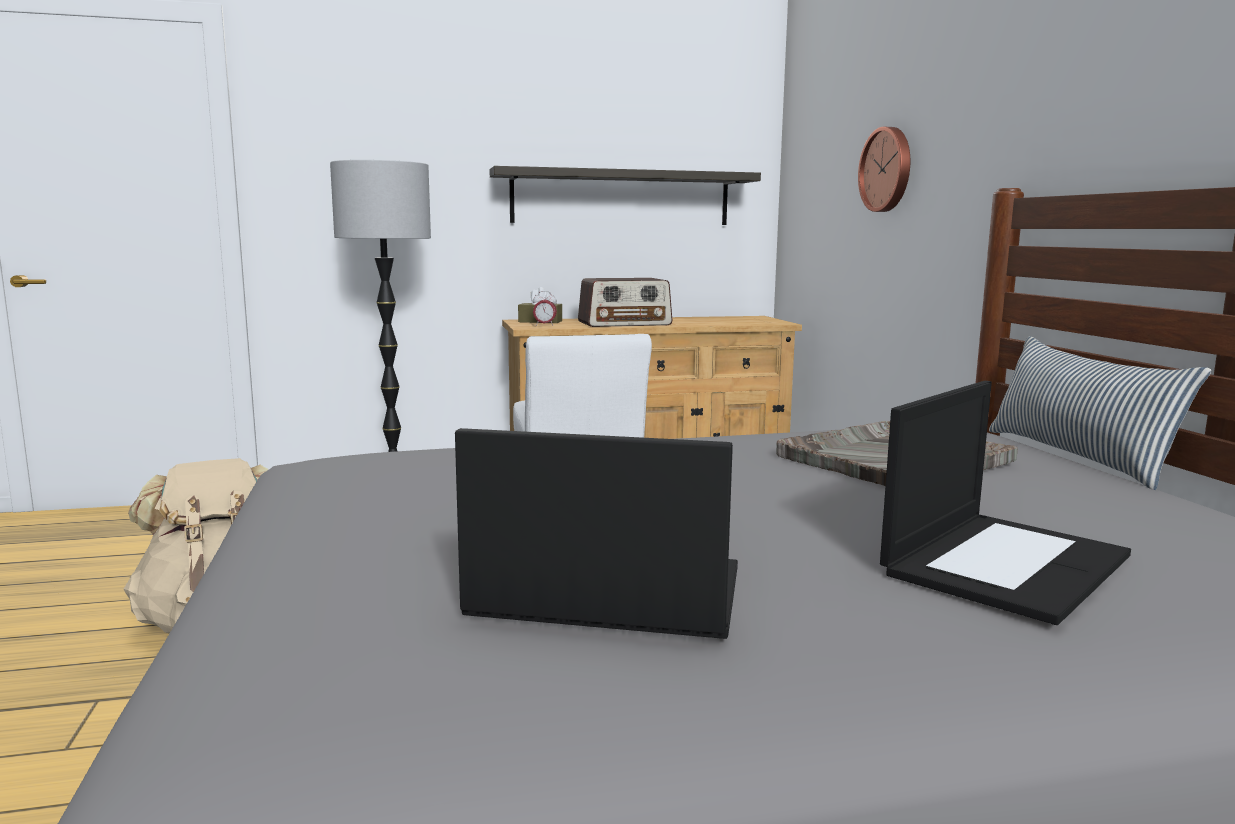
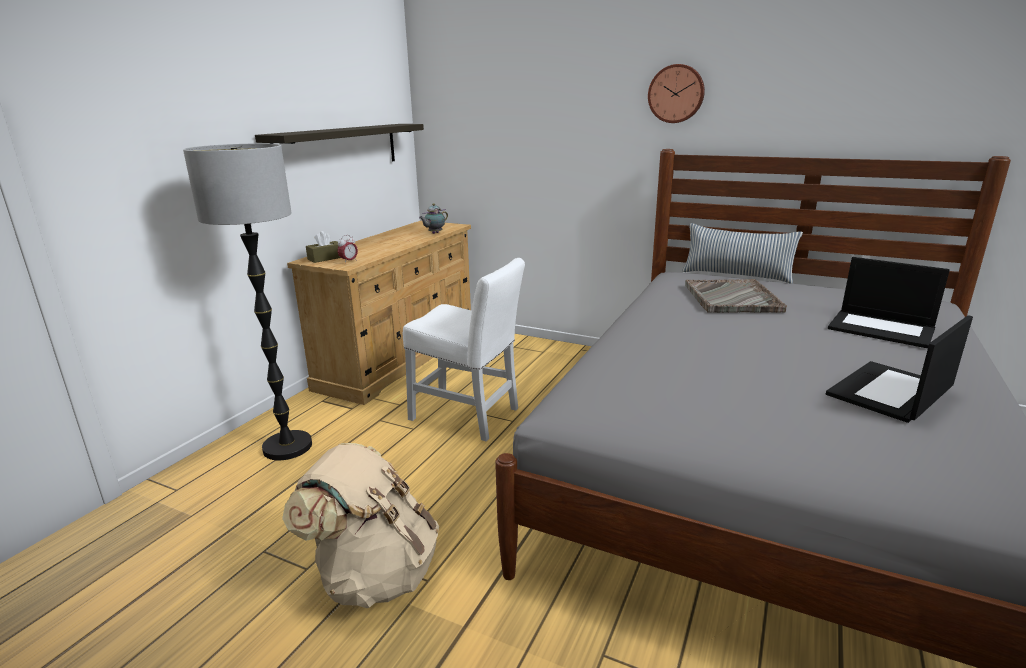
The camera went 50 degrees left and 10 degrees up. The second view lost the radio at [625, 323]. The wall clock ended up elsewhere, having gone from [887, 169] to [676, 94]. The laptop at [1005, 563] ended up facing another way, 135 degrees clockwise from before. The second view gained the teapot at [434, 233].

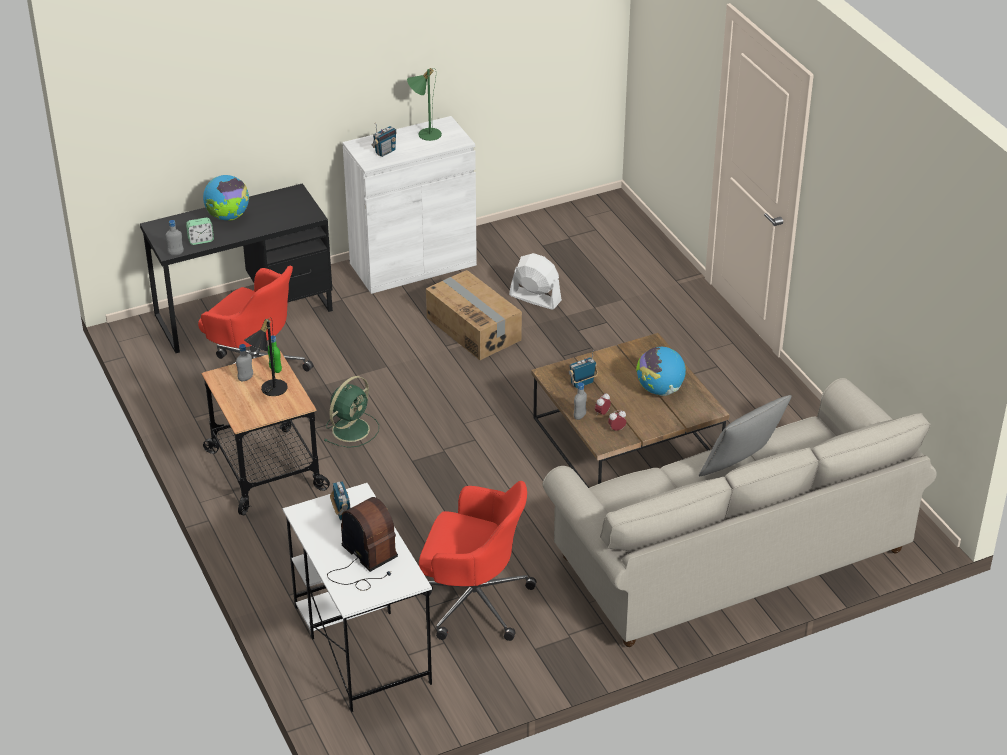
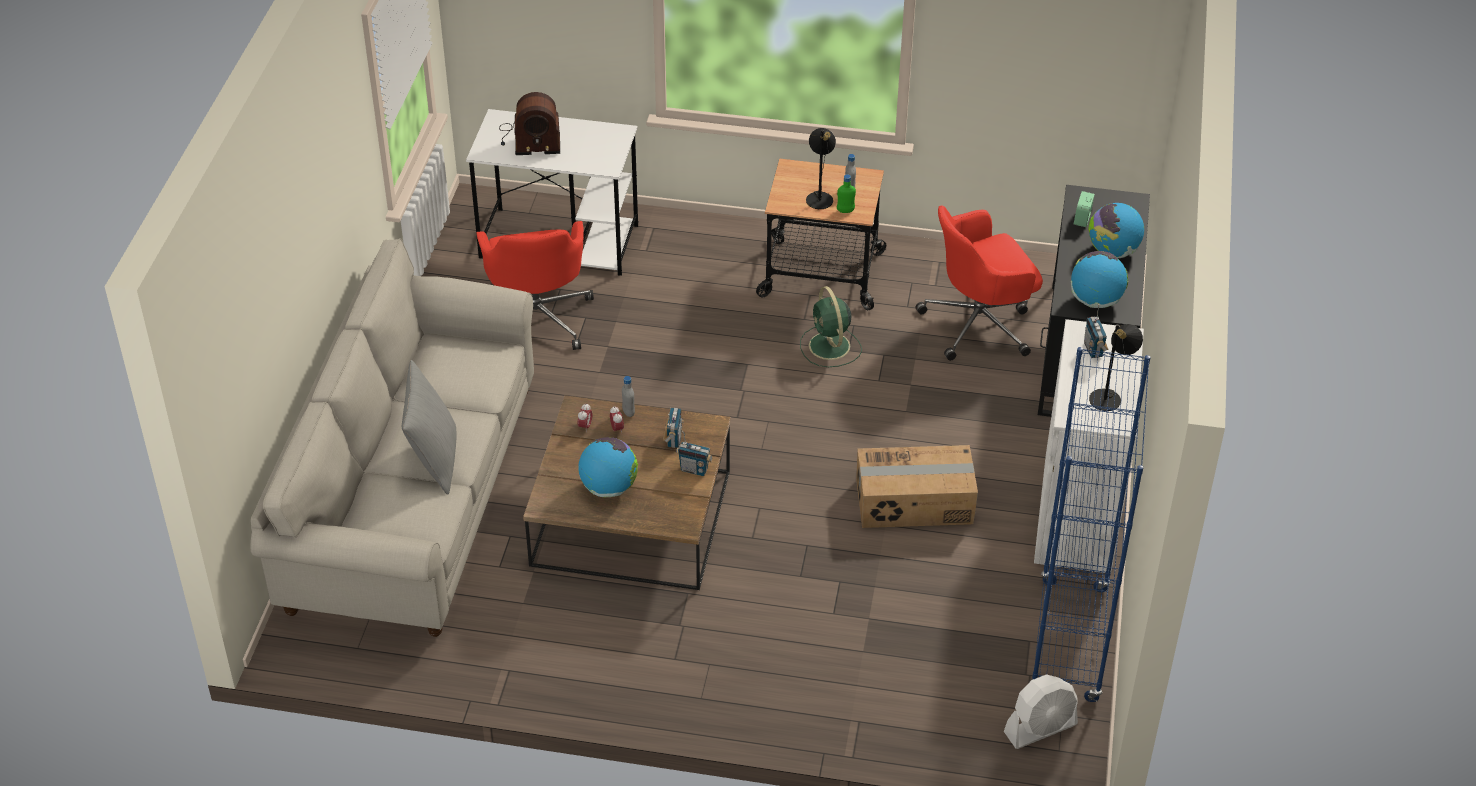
The camera went 125 degrees right and 5 degrees up. The second view lost the grey bottle at [176, 253]. The radio ended up elsewhere, having gone from [341, 512] to [694, 469]. What was the green table lamp at [425, 133] turned into the black table lamp at [1109, 397]. The red office chair at [473, 601] ended up facing another way, 60 degrees counterclockwise from before. The white fan ended up elsewhere, having gone from [535, 298] to [1040, 728]. The second view gained the blue bookcase at [1069, 641]. The second view gained the globe at [1096, 301].

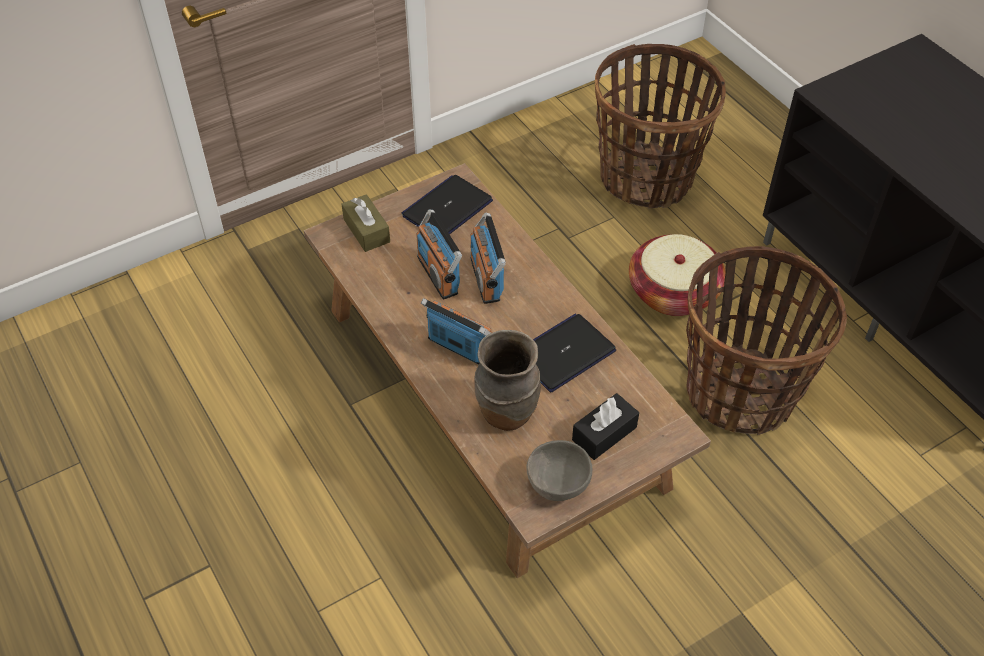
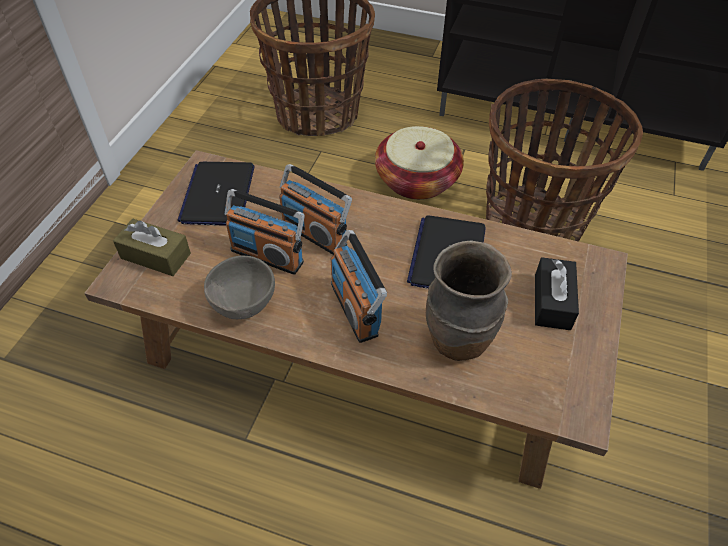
The camera went 40 degrees left and 0 degrees up. The radio at [459, 348] ended up facing another way, 105 degrees counterclockwise from before. The grey bowl ended up elsewhere, having gone from [557, 484] to [242, 303].

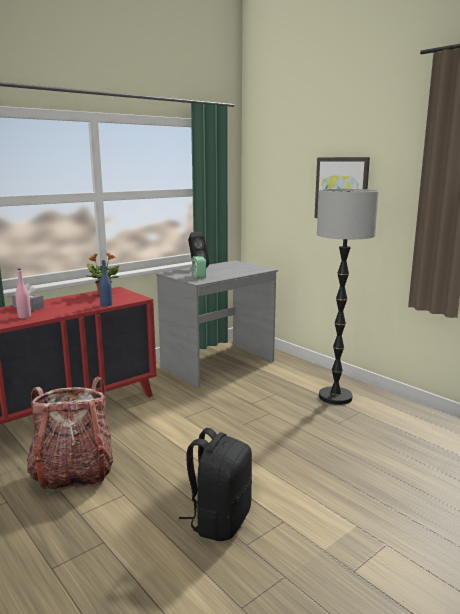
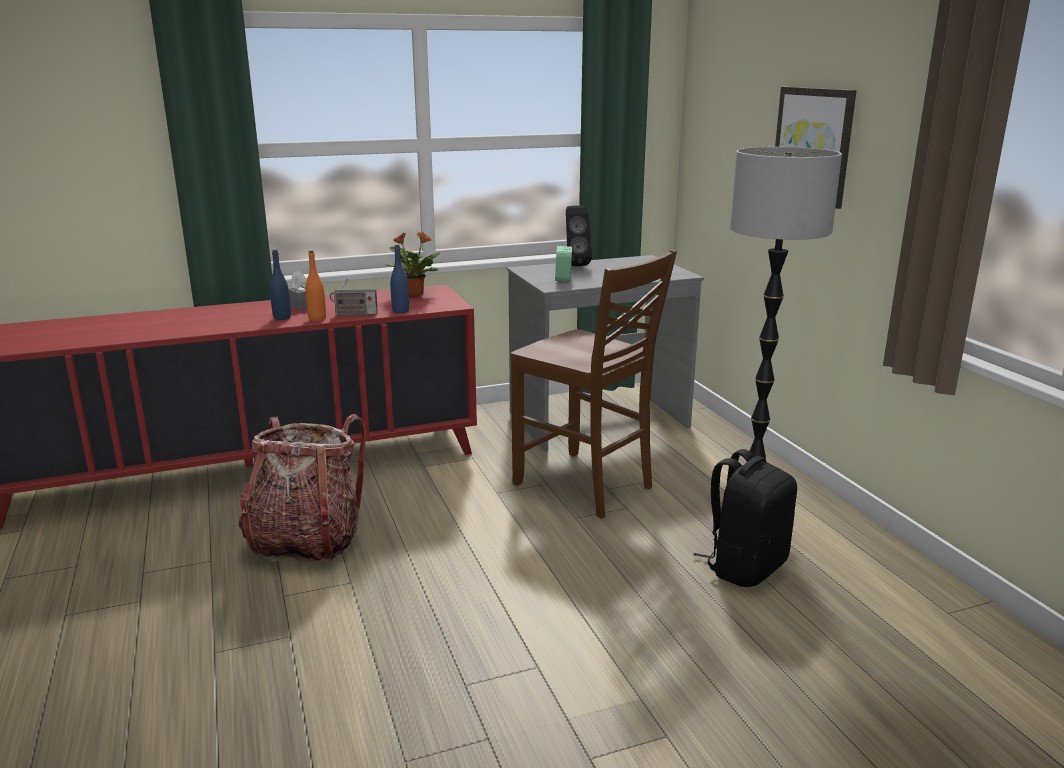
The camera went 20 degrees right and 5 degrees up. What was the pink bottle at [24, 317] turned into the blue bottle at [282, 318]. The black backpack ended up elsewhere, having gone from [219, 520] to [745, 567]. The second view gained the orange bottle at [317, 319]. The second view gained the radio at [354, 314]. The second view gained the brown chair at [585, 486].

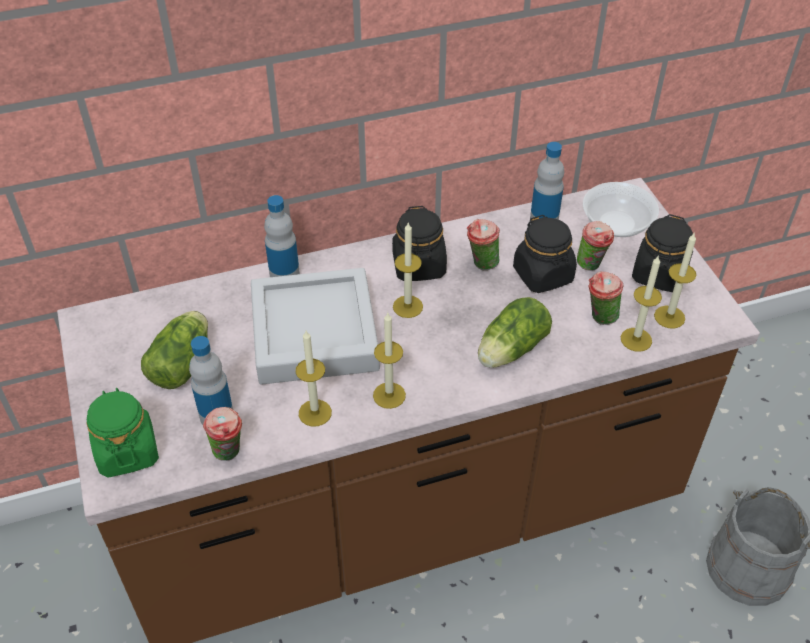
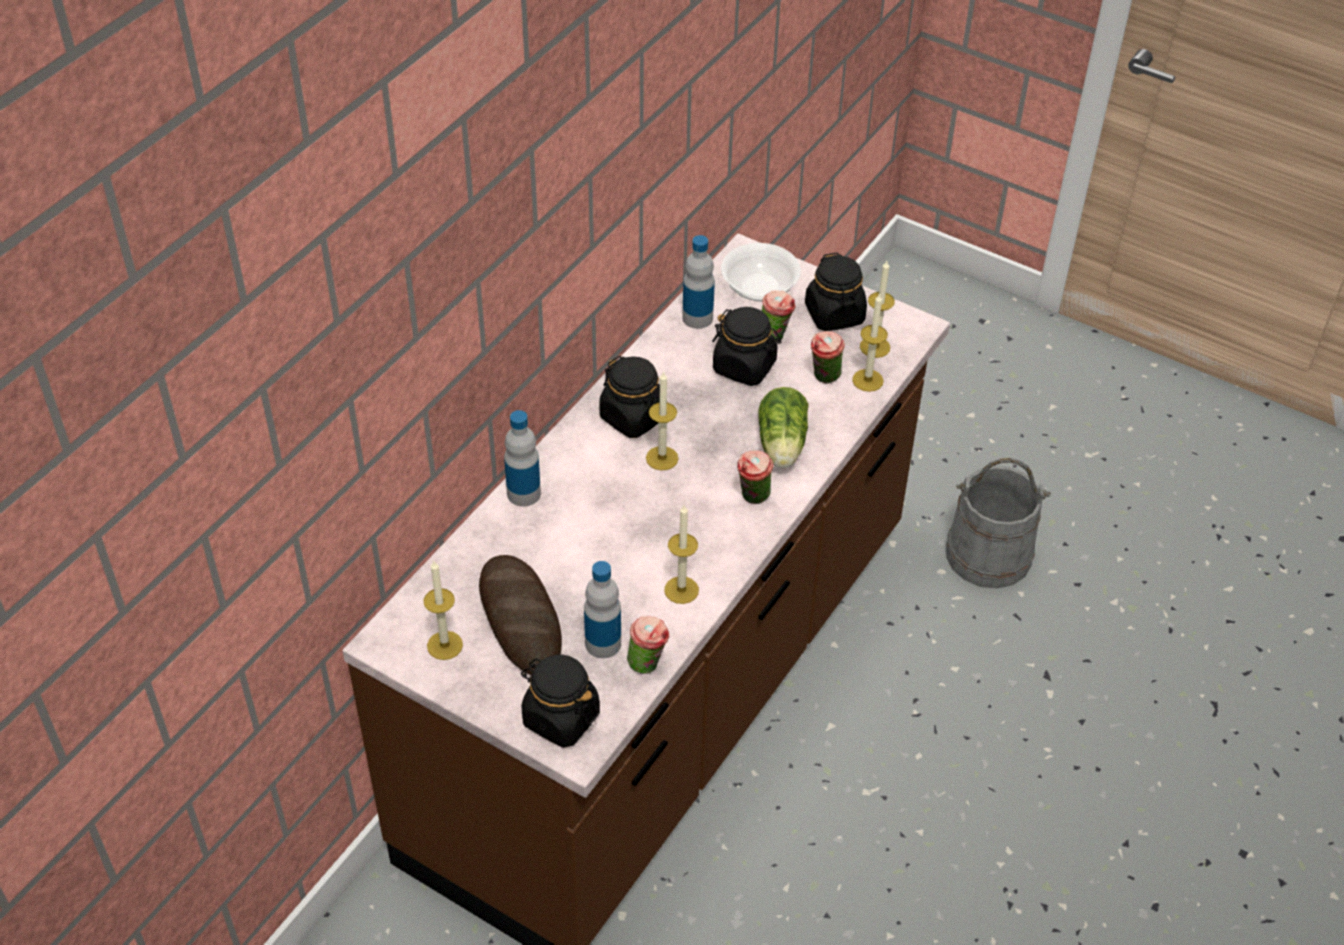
The camera went 40 degrees left and 0 degrees up. What was the green jar at [127, 451] turned into the black jar at [560, 718]. Where the lettuce stood at [183, 361], the bread came to stand at [520, 619]. The second view lost the grey tray at [314, 333]. The candle ended up elsewhere, having gone from [389, 395] to [445, 645]. The cup ended up elsewhere, having gone from [481, 264] to [753, 498].

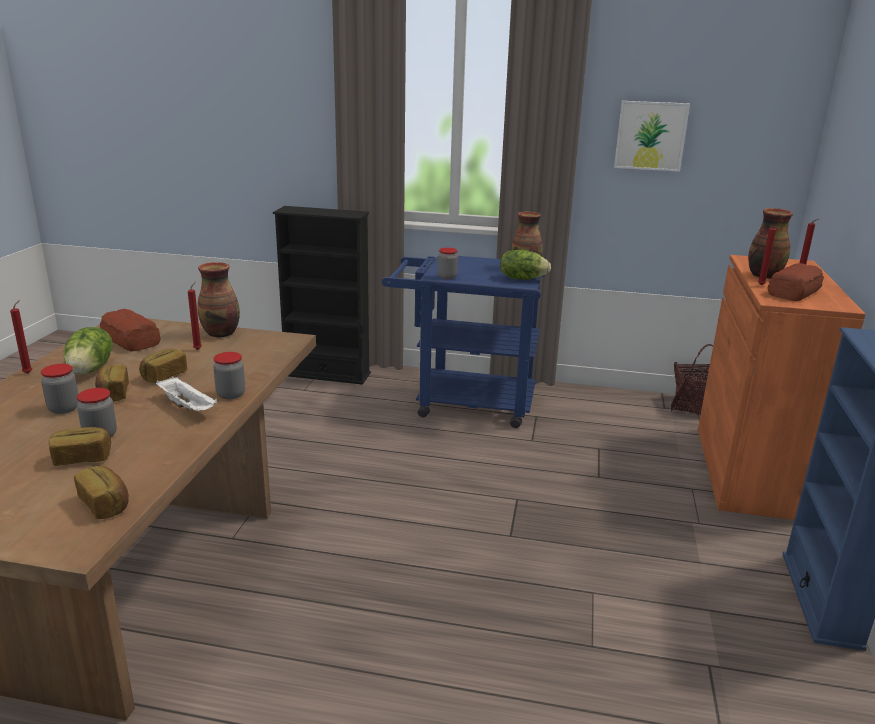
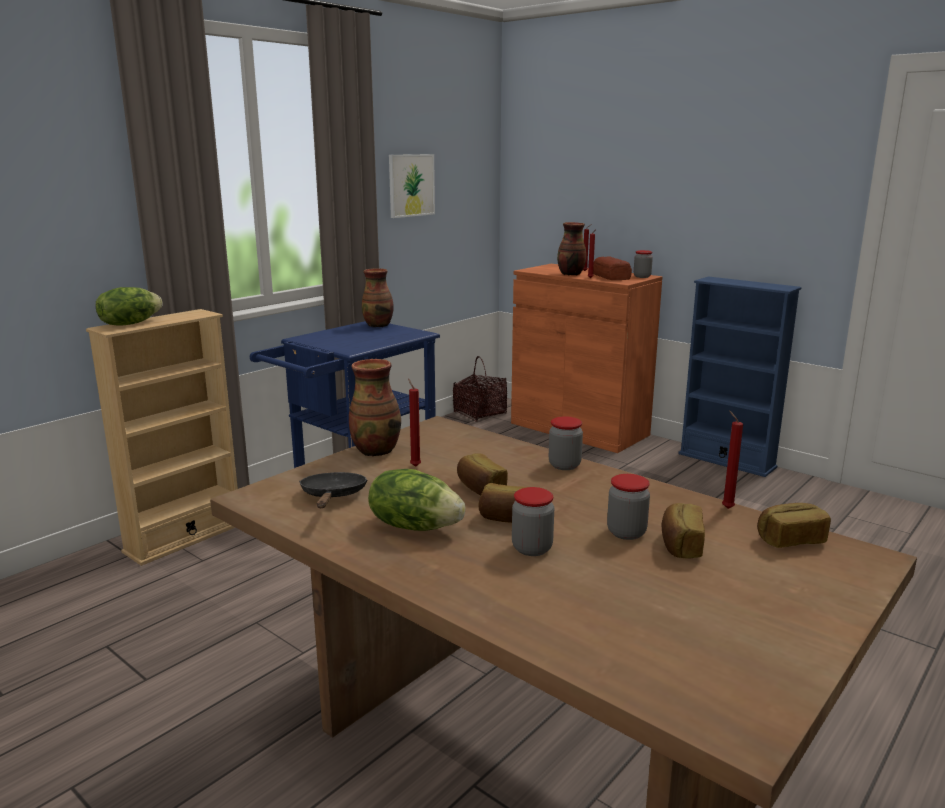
The camera went 60 degrees left and 5 degrees down. The red candle ended up elsewhere, having gone from [29, 373] to [726, 508]. Where the bread stood at [131, 340], the black frying pan came to stand at [333, 496]. The second view lost the white tray at [188, 407]. What was the black bookcase at [327, 374] turned into the beige bookcase at [184, 537]. The jar ended up elsewhere, having gone from [447, 277] to [642, 276]. The lettuce ended up elsewhere, having gone from [522, 278] to [130, 324].

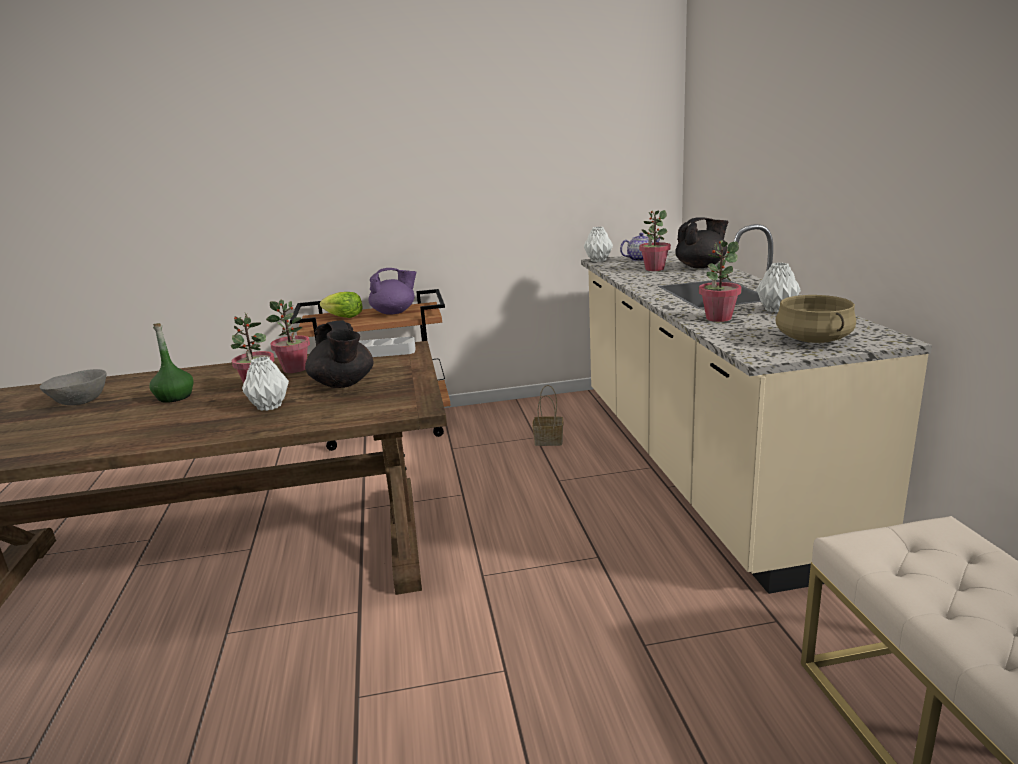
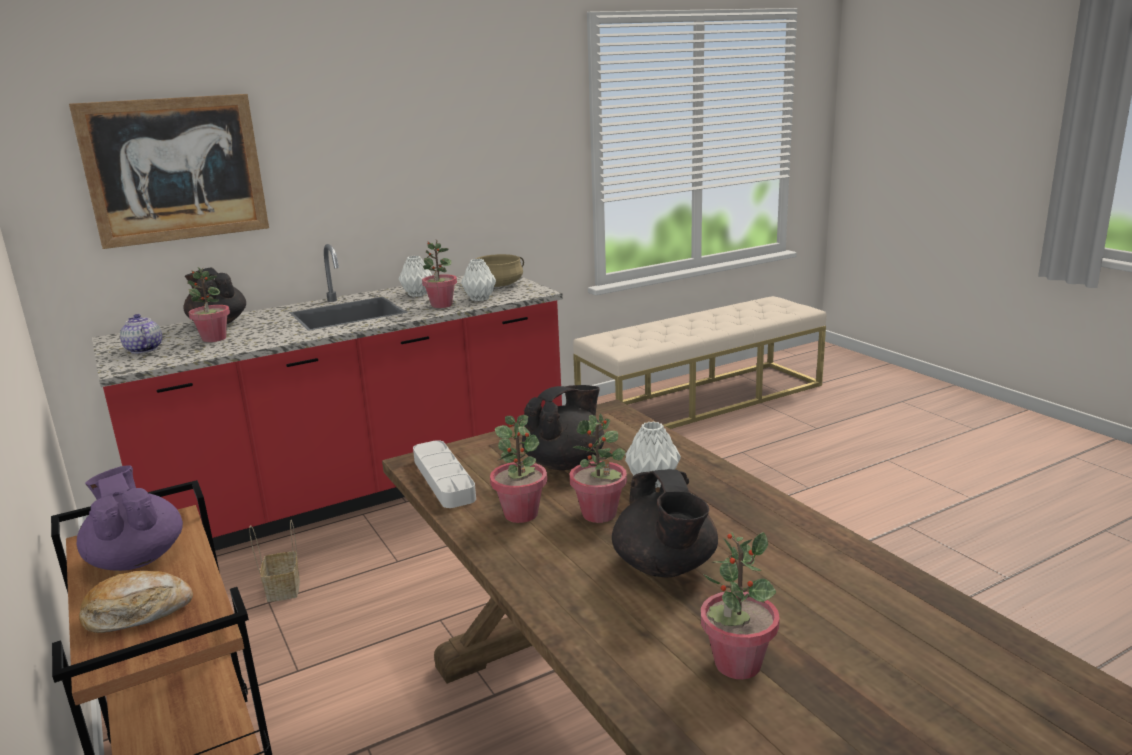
The camera went 110 degrees left and 0 degrees up. Where the grey bowl stood at [81, 401], the potted plant came to stand at [737, 664]. Where the green bottle stood at [174, 397], the black teapot came to stand at [665, 567]. Where the lettuce stood at [344, 317], the bread came to stand at [138, 613]. What was the beige counter at [702, 467] turned into the red counter at [362, 489]. The white vase ended up elsewhere, having gone from [599, 260] to [480, 298]. The second view gained the picture at [175, 169].

